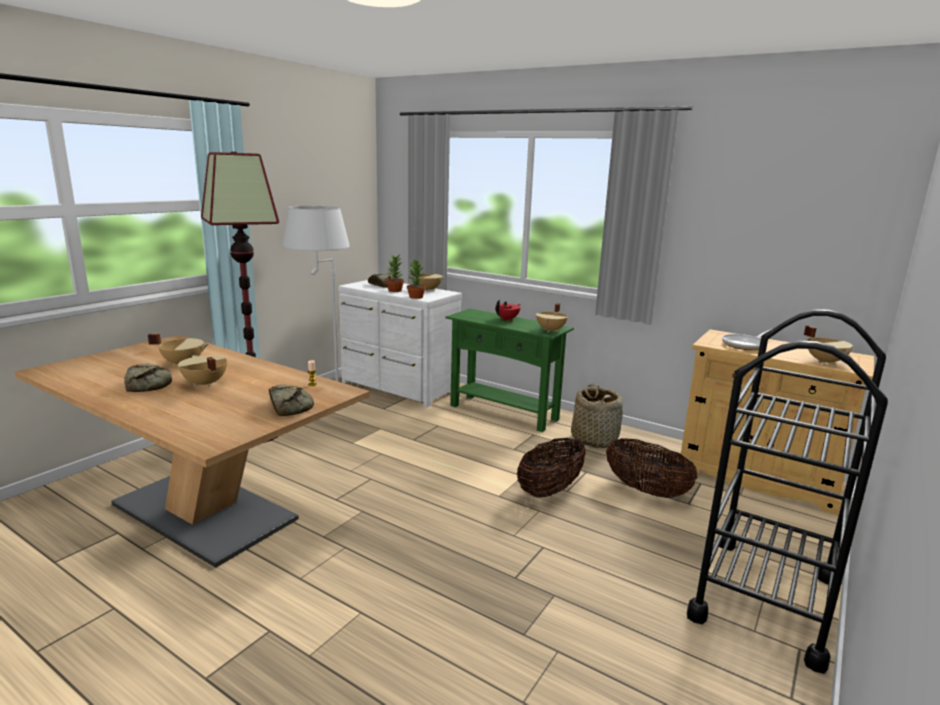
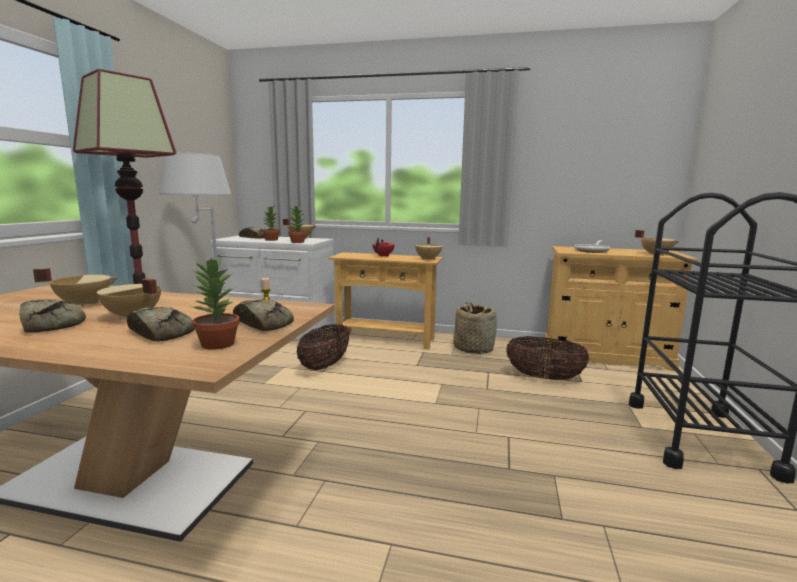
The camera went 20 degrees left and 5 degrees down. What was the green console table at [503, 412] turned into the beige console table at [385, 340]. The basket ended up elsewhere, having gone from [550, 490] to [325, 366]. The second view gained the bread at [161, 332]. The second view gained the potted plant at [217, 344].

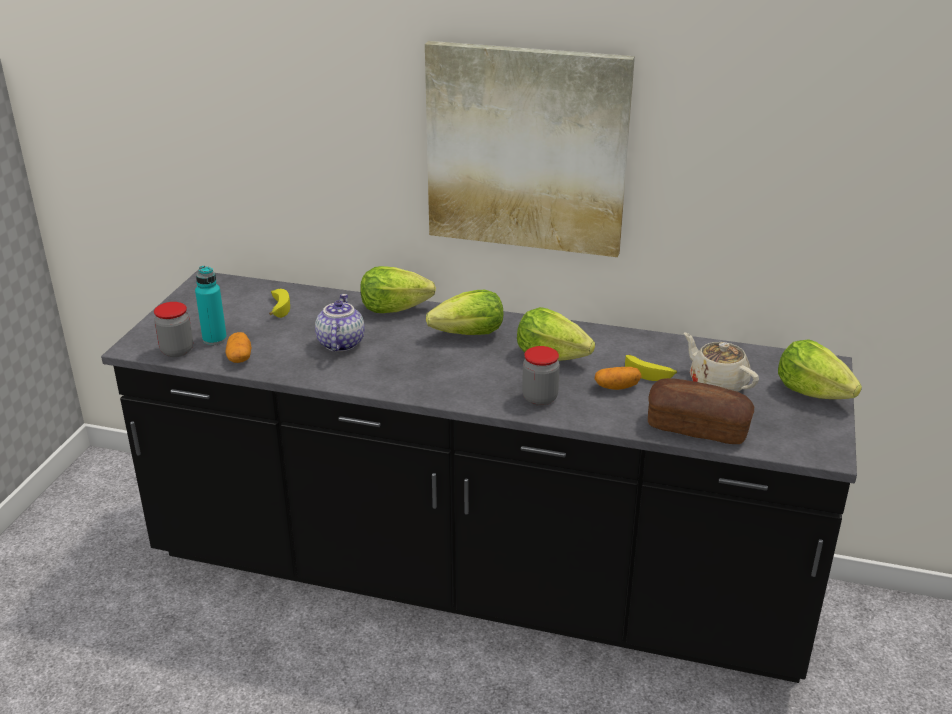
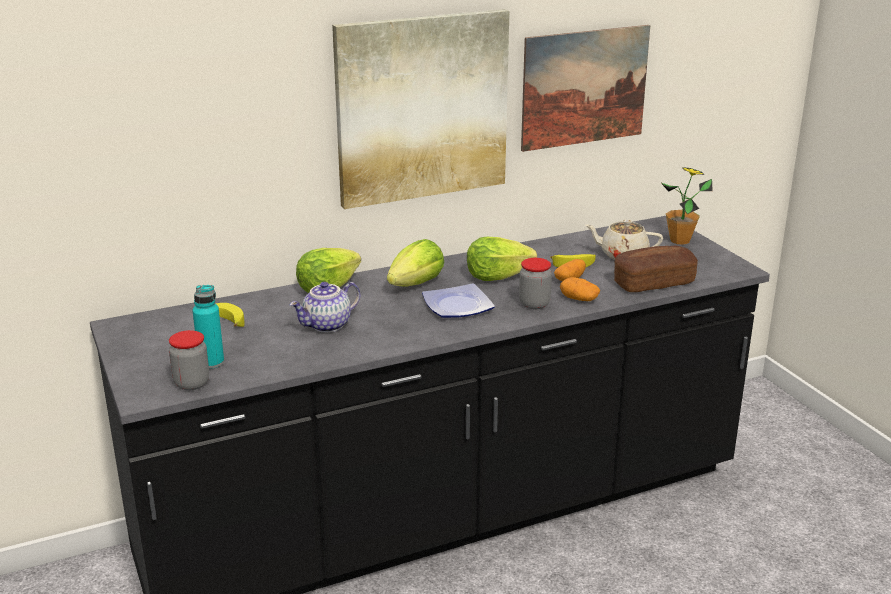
The camera went 40 degrees left and 5 degrees down. The potato ended up elsewhere, having gone from [239, 357] to [579, 299]. The teapot at [339, 343] ended up facing another way, 90 degrees counterclockwise from before. Where the lettuce stood at [812, 392], the potted plant came to stand at [680, 240]. The second view gained the plate at [456, 305]. The second view gained the picture at [584, 87].

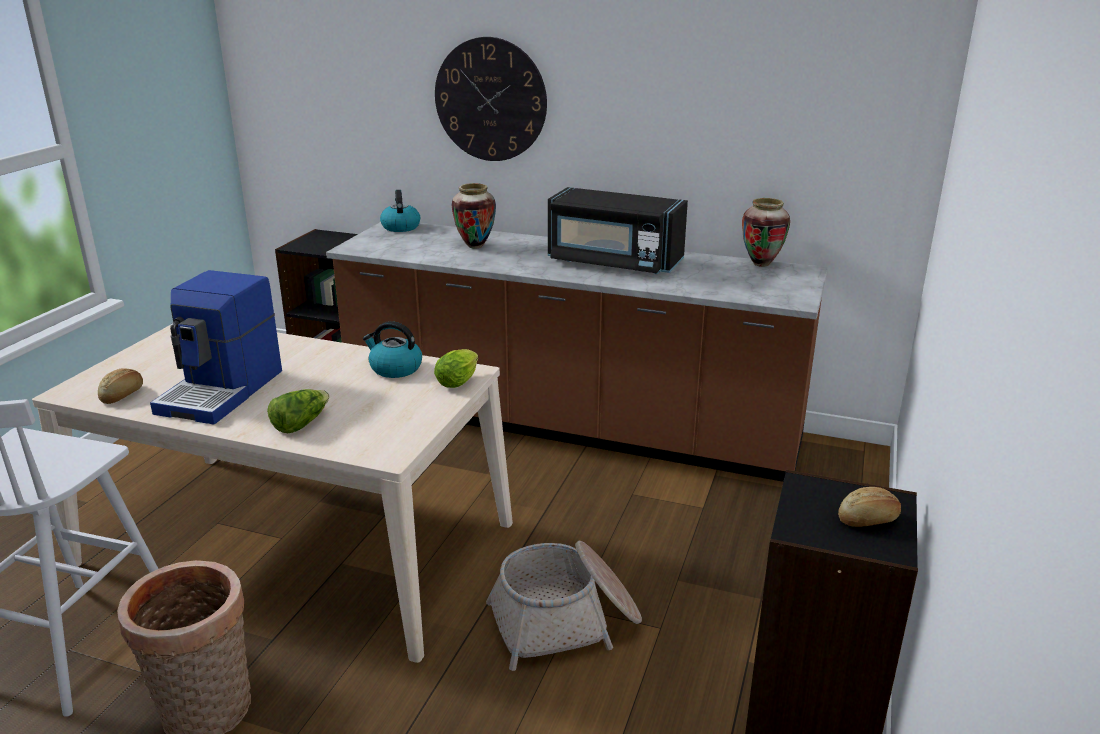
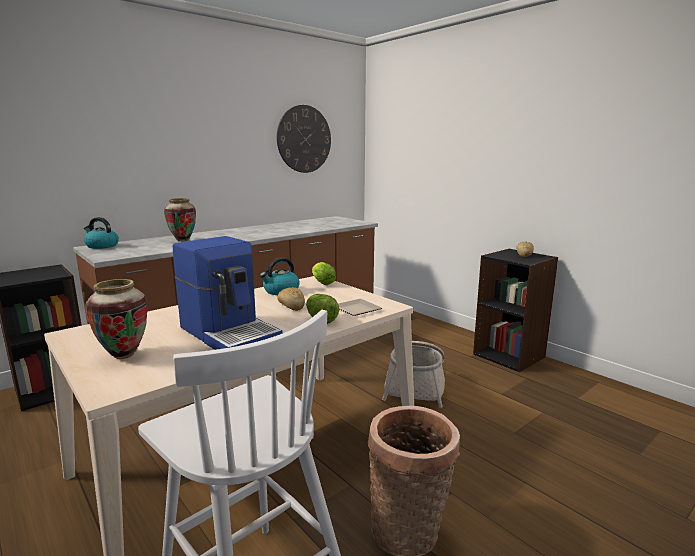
The camera went 60 degrees left and 10 degrees down. The bread ended up elsewhere, having gone from [123, 395] to [291, 306]. The wall clock ended up elsewhere, having gone from [490, 100] to [304, 139]. The second view lost the black microwave at [613, 262]. The vase ended up elsewhere, having gone from [761, 264] to [124, 355]. The second view gained the plate at [357, 309].

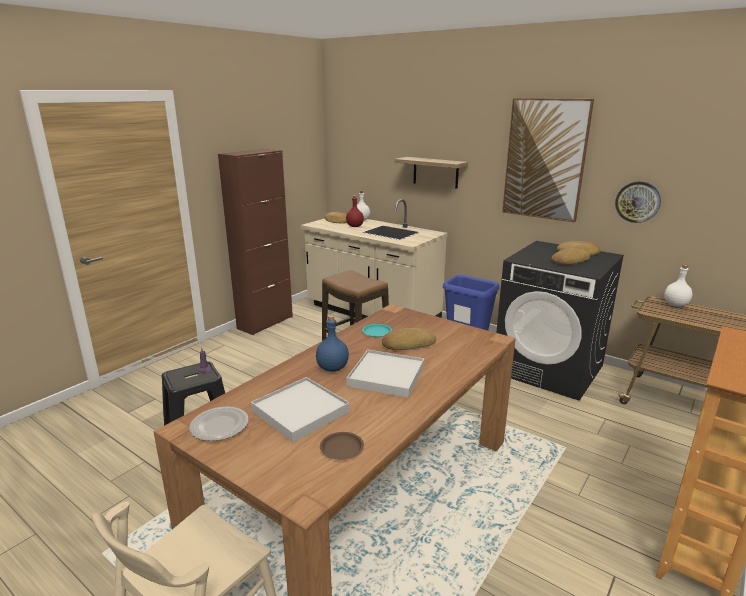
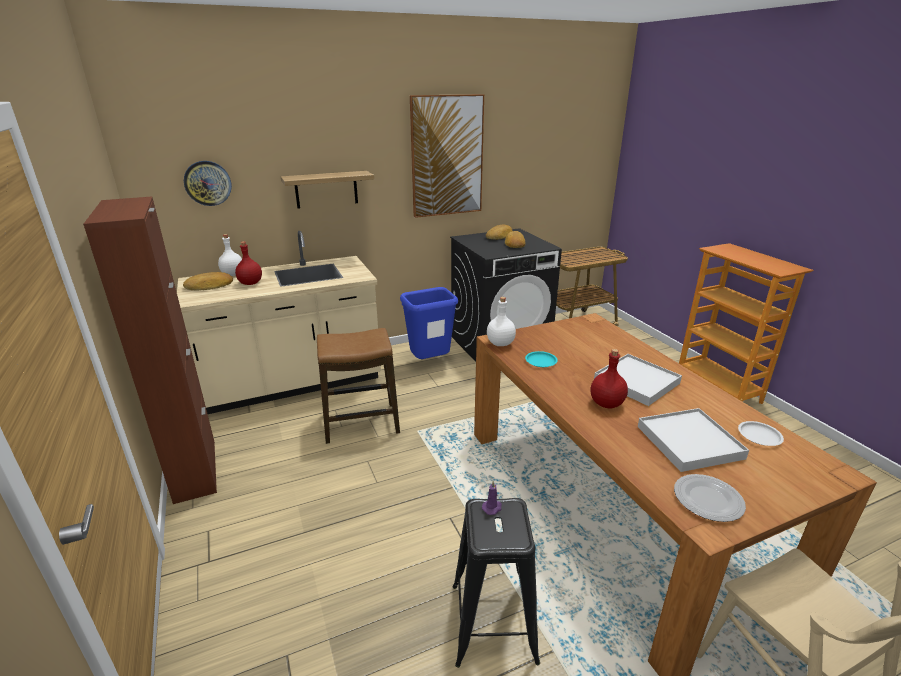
The camera went 60 degrees left and 5 degrees up. What was the blue bottle at [333, 368] turned into the red bottle at [606, 403]. What was the brown plate at [341, 448] turned into the white plate at [759, 436]. The second view lost the bread at [407, 344]. The wall clock ended up elsewhere, having gone from [637, 202] to [208, 183]. The white bottle ended up elsewhere, having gone from [675, 305] to [500, 344].

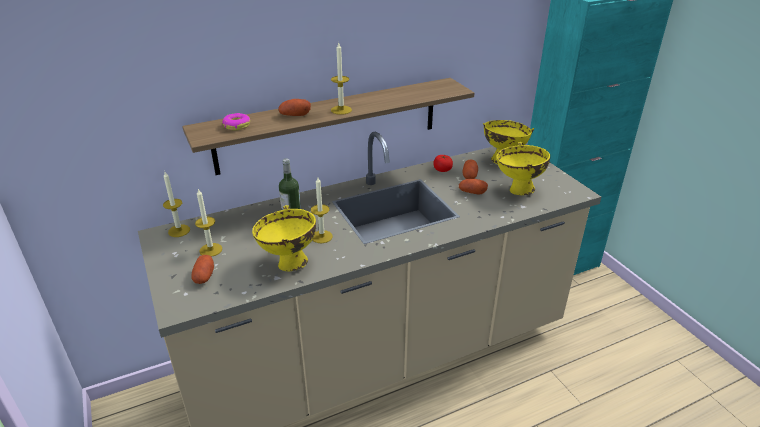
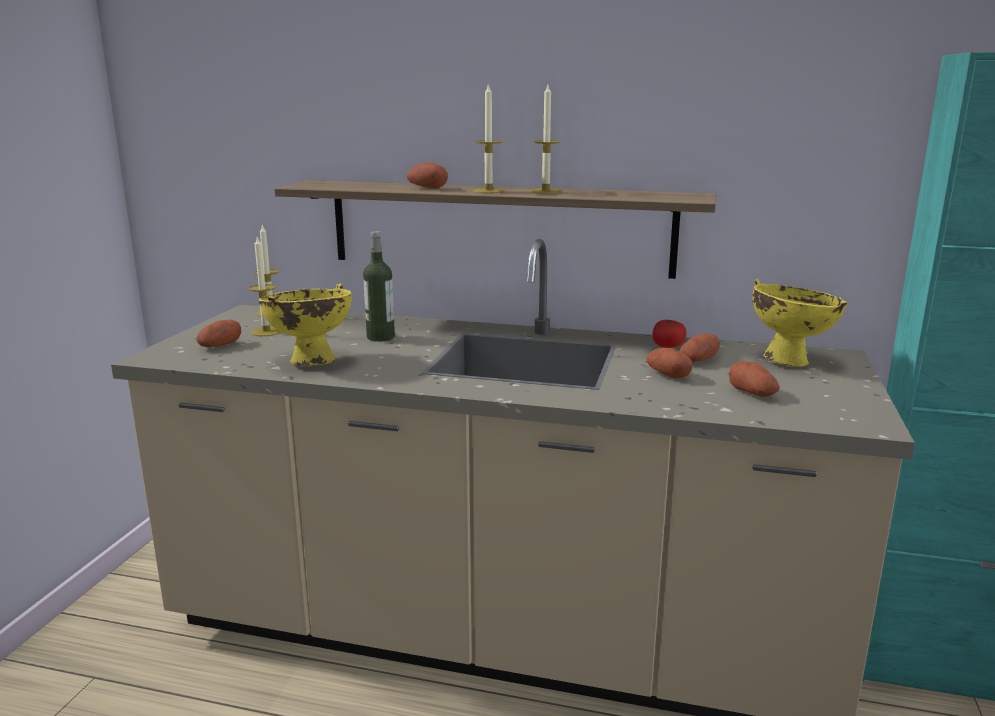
The camera went 40 degrees right and 15 degrees down. The second view lost the donut at [237, 126]. The candle ended up elsewhere, having gone from [322, 236] to [545, 191]. Where the yellow bowl stood at [518, 190], the potato came to stand at [752, 393].

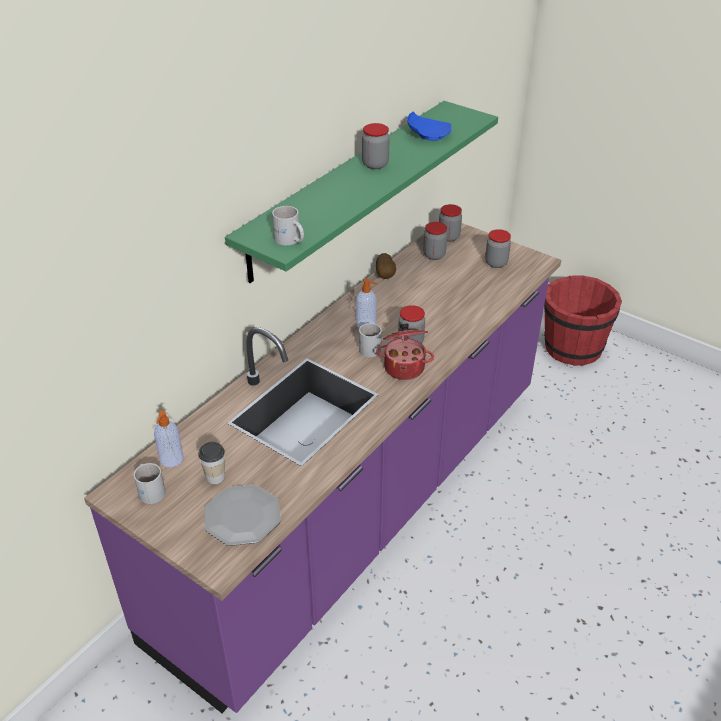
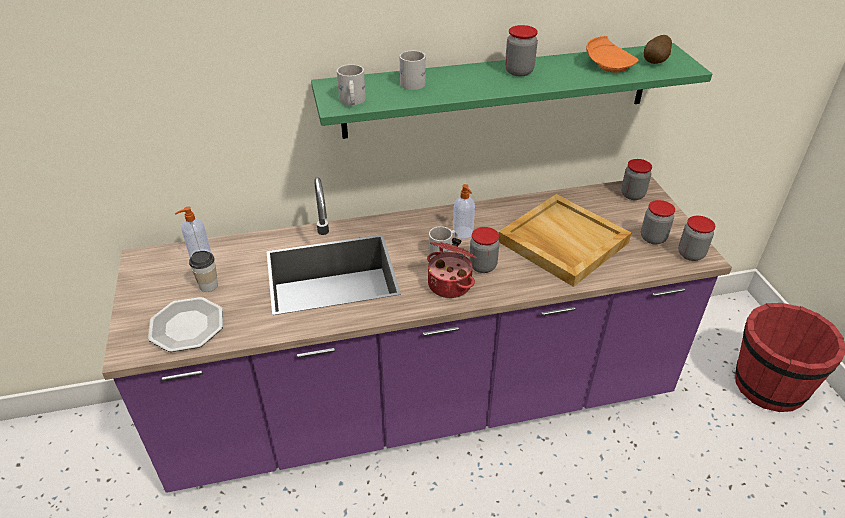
The camera went 40 degrees right and 0 degrees up. The white mug ended up elsewhere, having gone from [151, 489] to [414, 81]. The potato ended up elsewhere, having gone from [385, 275] to [655, 62]. What was the blue plate at [428, 135] turned into the orange plate at [609, 65]. The jar ended up elsewhere, having gone from [434, 255] to [690, 254]. The second view gained the beige tray at [561, 242].

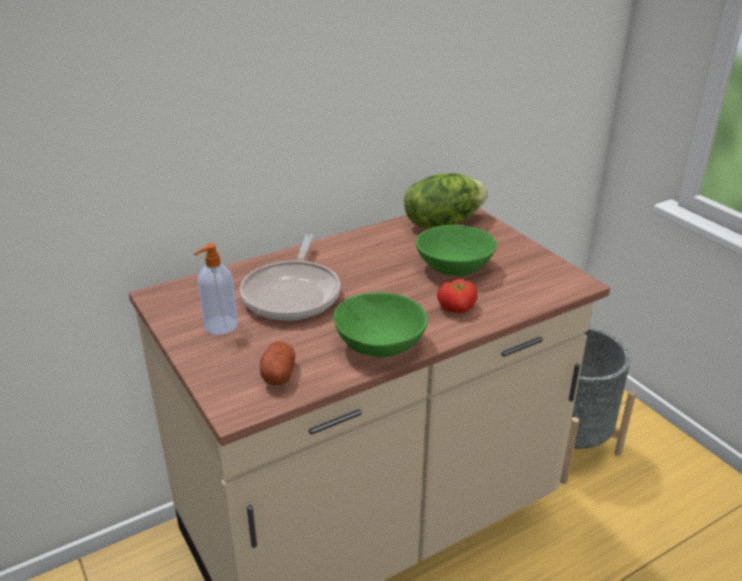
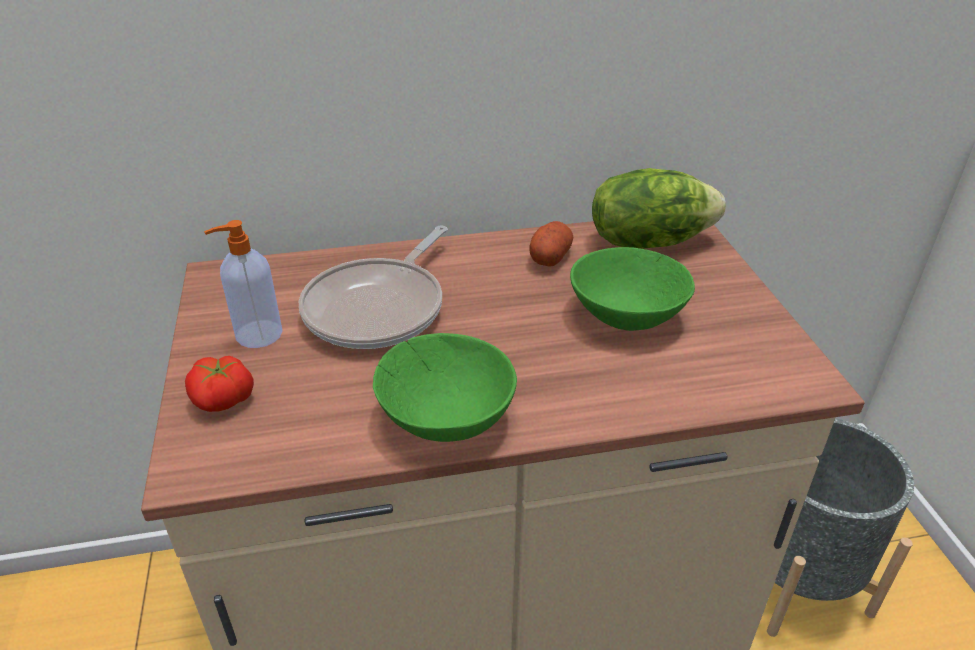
The camera went 20 degrees right and 5 degrees up. The potato ended up elsewhere, having gone from [278, 374] to [550, 256]. The tomato ended up elsewhere, having gone from [457, 308] to [223, 400].

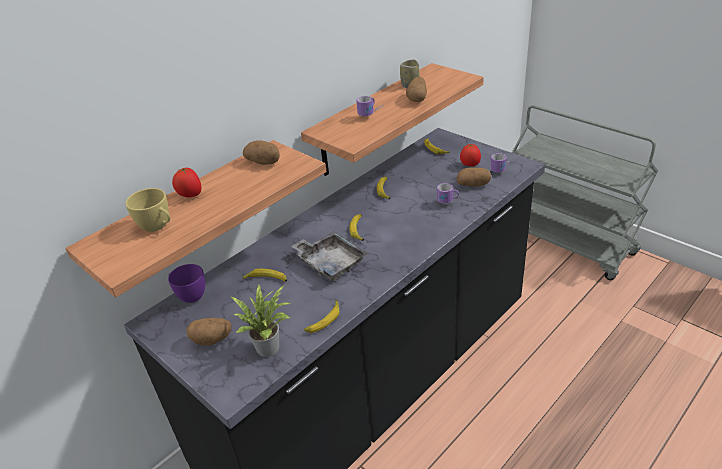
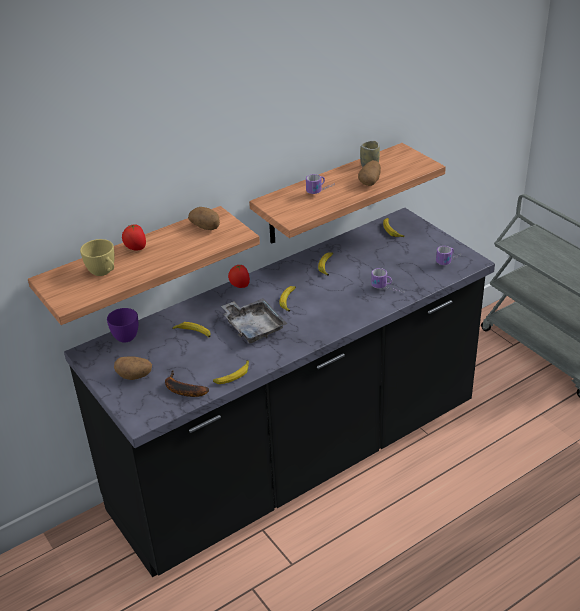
The camera went 10 degrees right and 0 degrees up. Where the potted plant stood at [271, 347], the banana came to stand at [182, 390]. The second view lost the potato at [473, 185]. The tomato ended up elsewhere, having gone from [470, 165] to [239, 286].

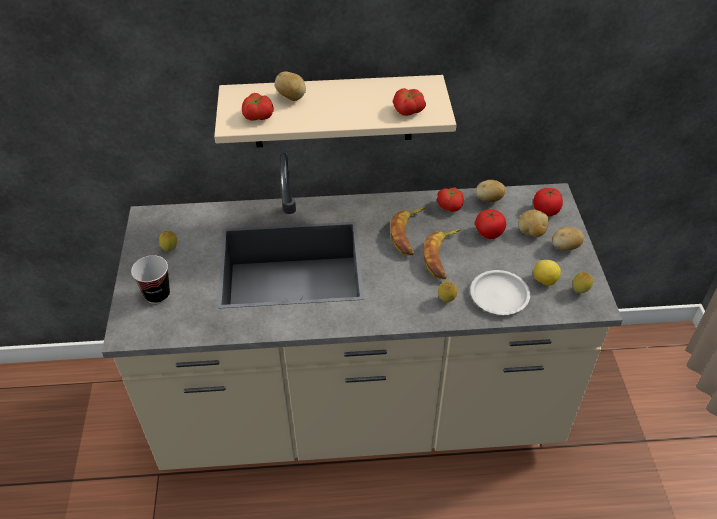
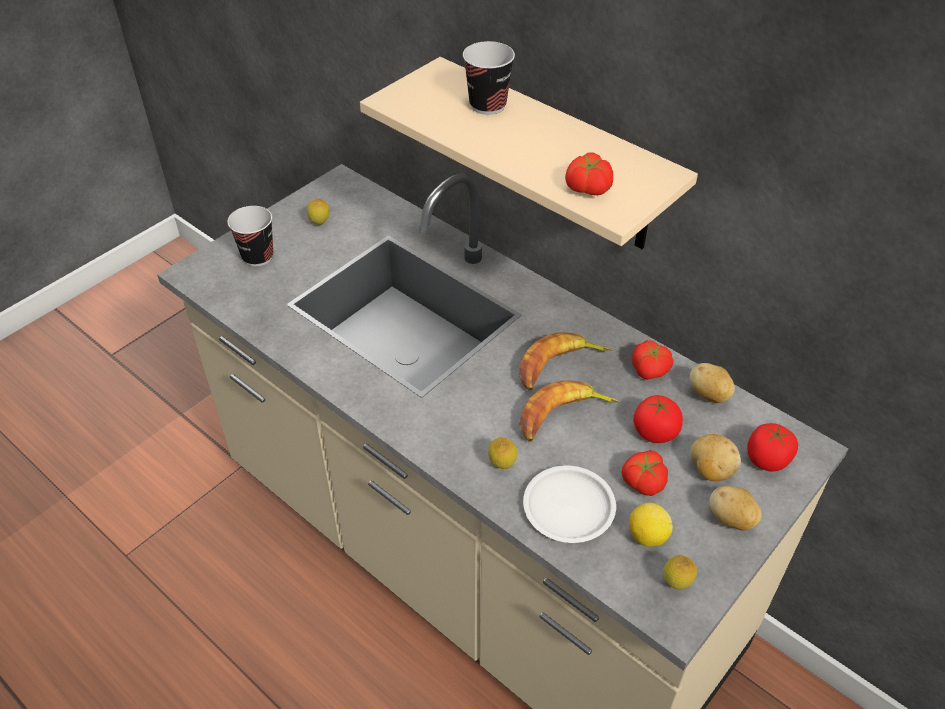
The camera went 45 degrees right and 0 degrees up. The tomato ended up elsewhere, having gone from [257, 117] to [642, 482]. Where the potato stood at [292, 97], the cup came to stand at [488, 105].

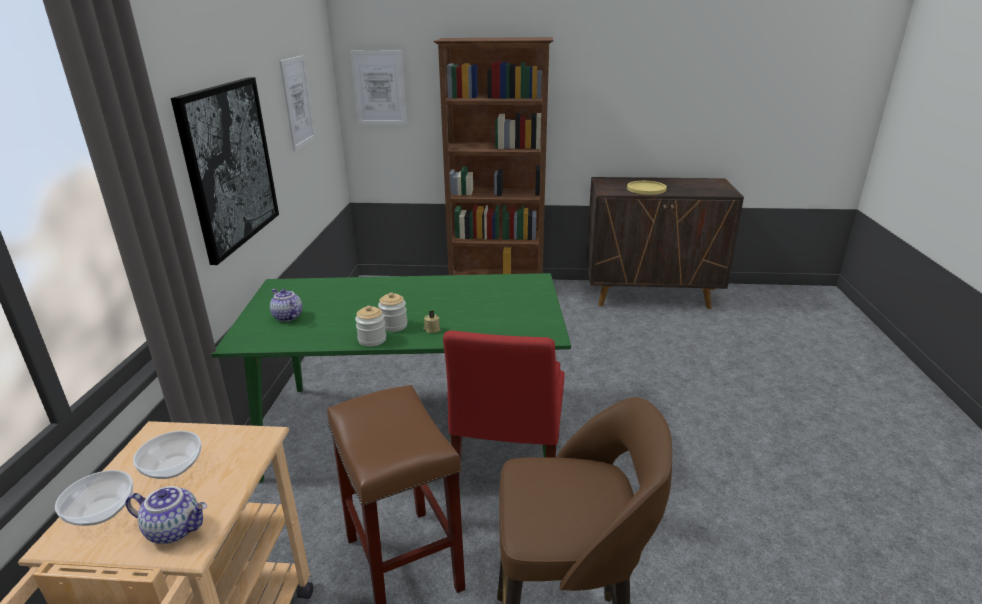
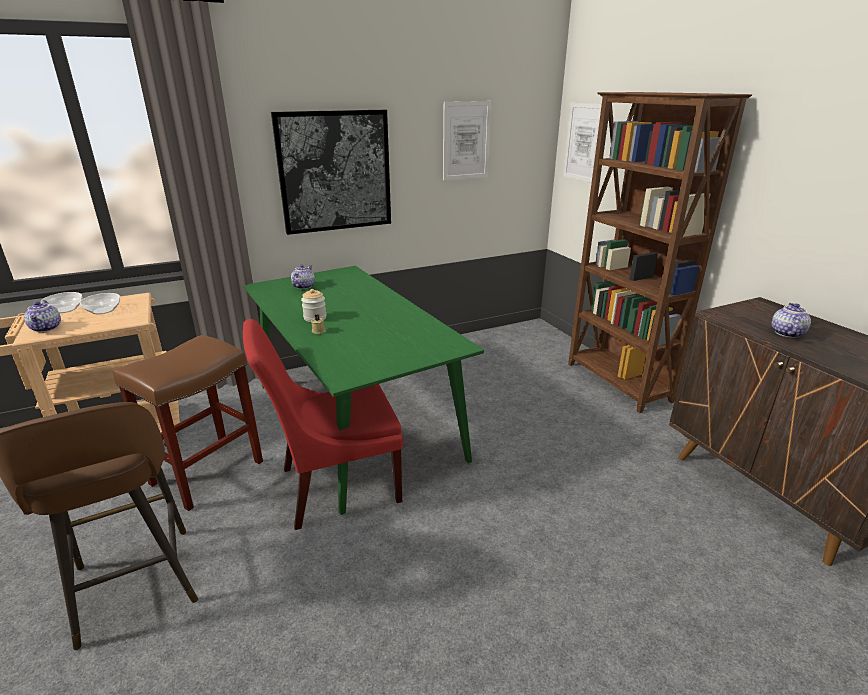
The camera went 60 degrees right and 0 degrees up. The second view lost the jar at [372, 340]. Where the yellow plate stood at [646, 189], the teapot came to stand at [786, 333].

